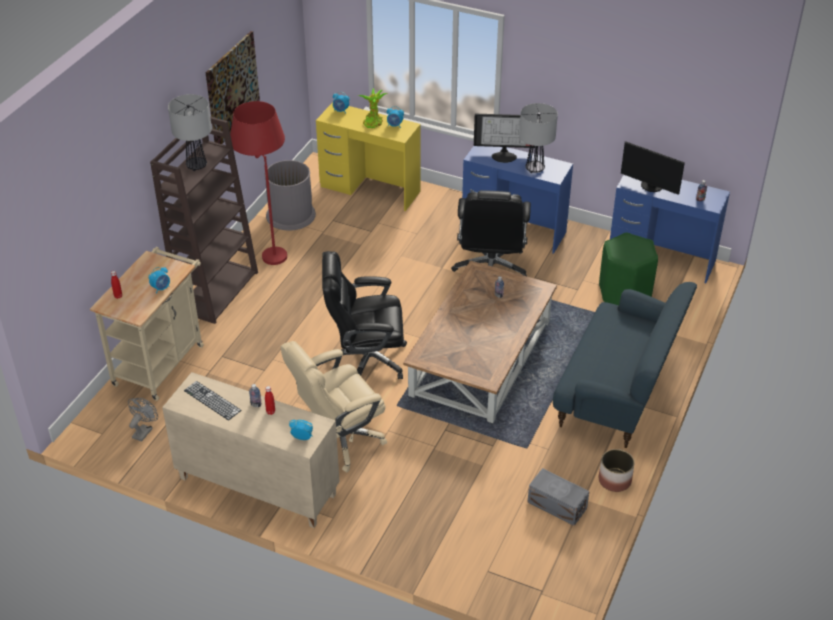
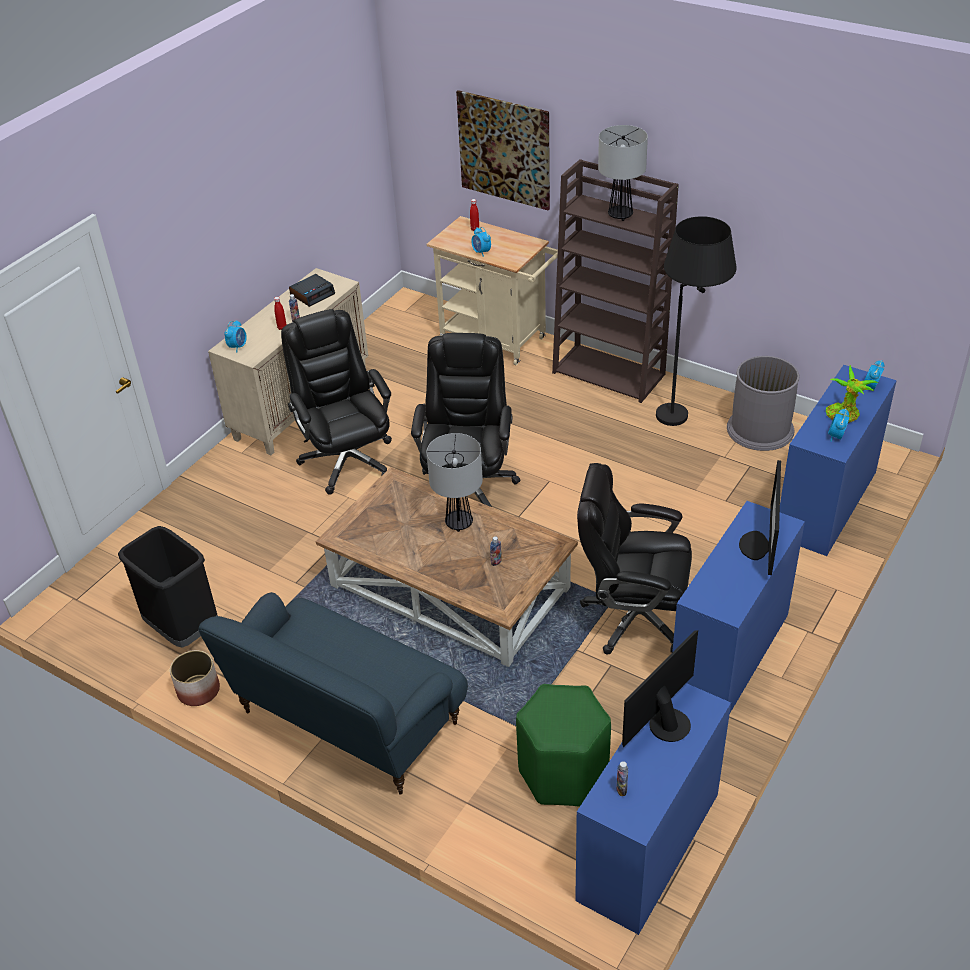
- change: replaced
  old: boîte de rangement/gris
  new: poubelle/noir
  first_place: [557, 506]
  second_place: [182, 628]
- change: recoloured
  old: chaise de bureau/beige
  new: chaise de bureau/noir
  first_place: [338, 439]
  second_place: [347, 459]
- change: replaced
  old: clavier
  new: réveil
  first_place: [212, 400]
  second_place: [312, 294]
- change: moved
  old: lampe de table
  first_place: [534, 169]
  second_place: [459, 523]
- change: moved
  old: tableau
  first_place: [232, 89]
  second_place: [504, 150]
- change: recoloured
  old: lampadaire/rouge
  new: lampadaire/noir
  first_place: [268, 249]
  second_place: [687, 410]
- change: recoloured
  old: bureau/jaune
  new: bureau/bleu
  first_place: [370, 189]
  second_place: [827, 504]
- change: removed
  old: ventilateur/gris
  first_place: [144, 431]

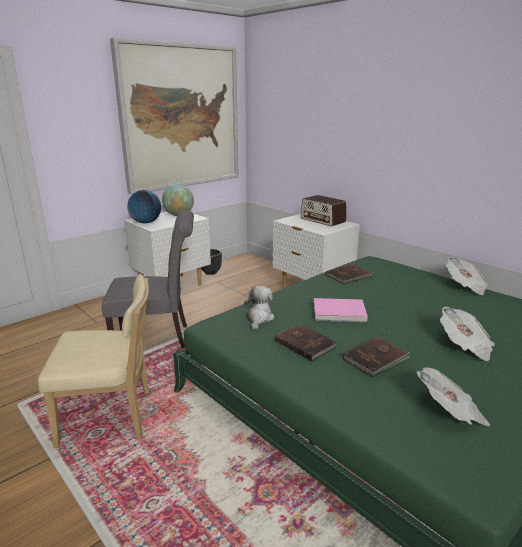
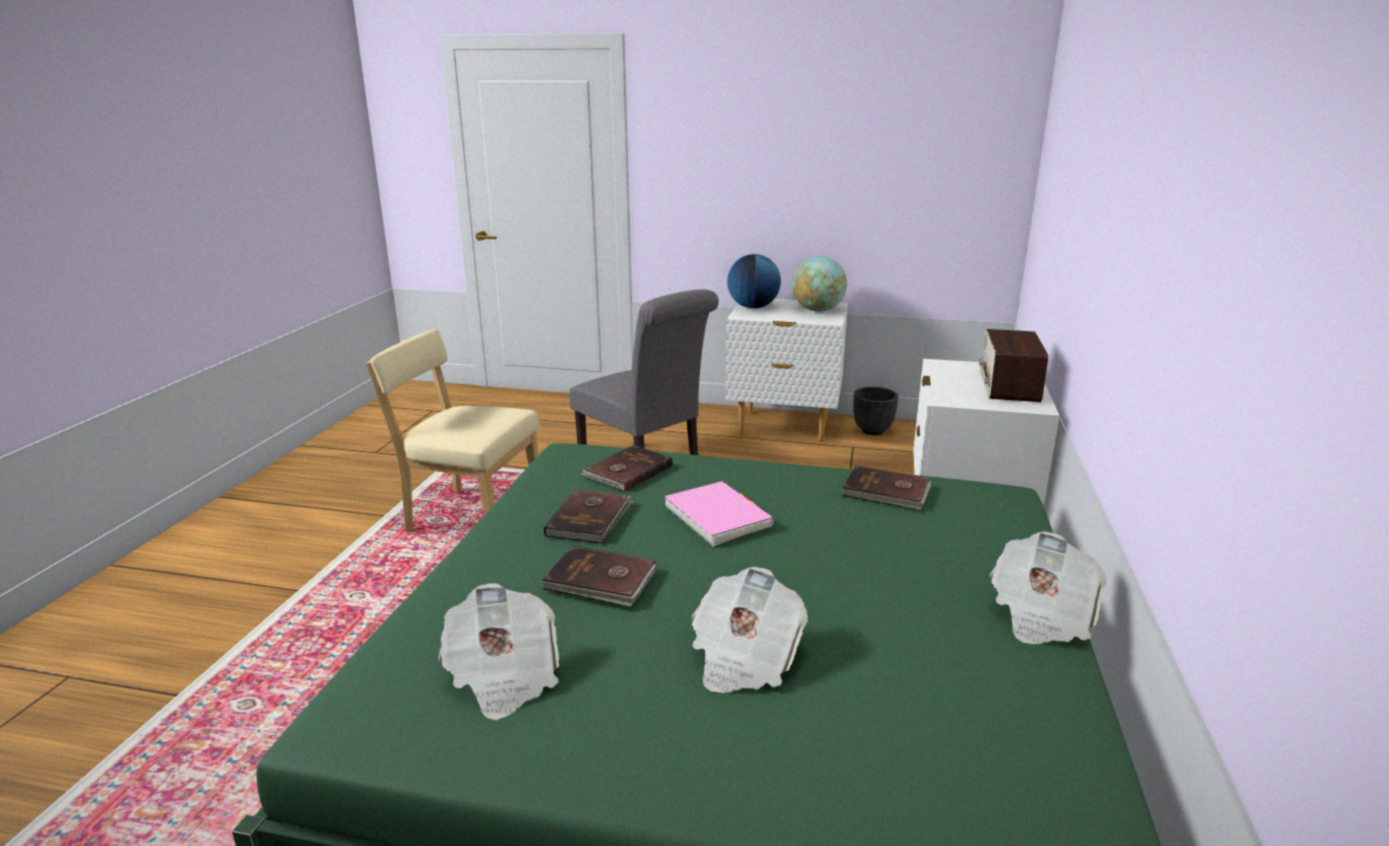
- change: turned
  old: chaise/beige
  first_place: [111, 417]
  second_place: [470, 516]
  degrees: 150
- change: replaced
  old: peluche
  new: livre/marron
  first_place: [259, 318]
  second_place: [627, 471]
- change: removed
  old: tableau
  first_place: [181, 117]

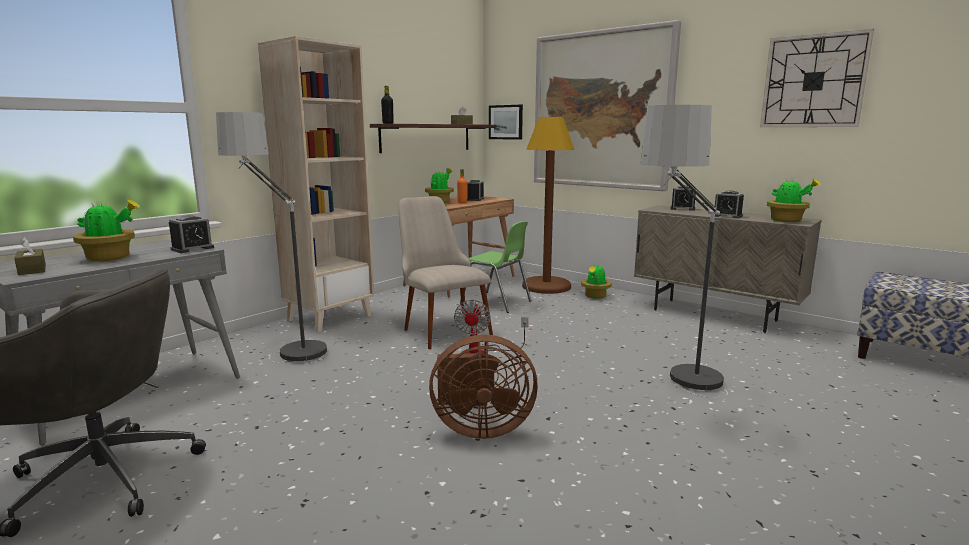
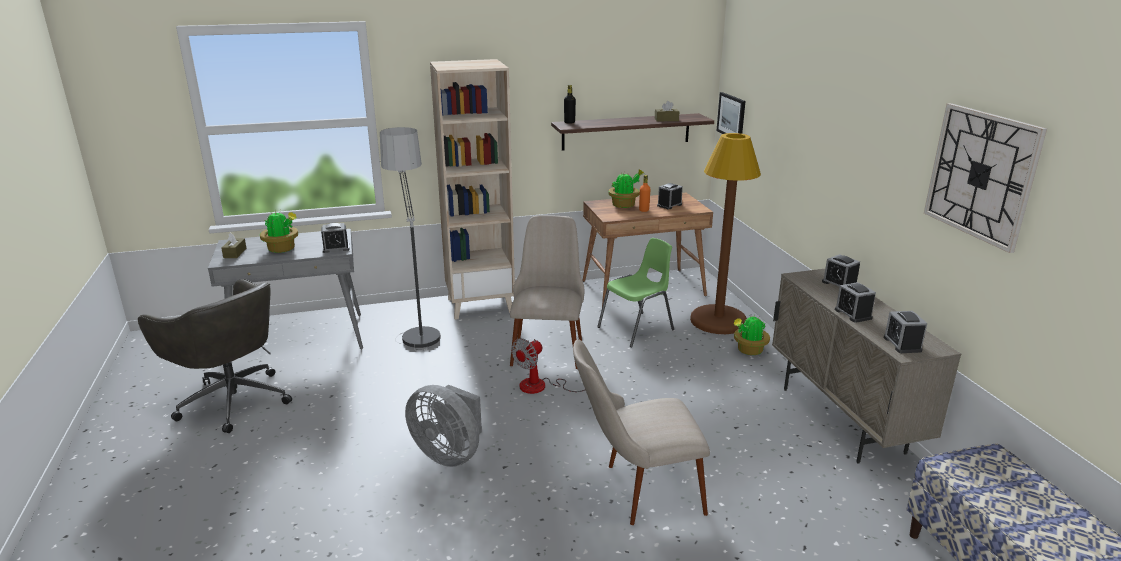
- change: recoloured
  old: ventilateur/marron
  new: ventilateur/gris
  first_place: [479, 428]
  second_place: [449, 454]
- change: replaced
  old: lampadaire
  new: chaise/beige
  first_place: [678, 395]
  second_place: [637, 491]
- change: turned
  old: chaise/vert
  first_place: [497, 302]
  second_place: [637, 329]
  degrees: -105
- change: replaced
  old: plante en pot
  new: réveil
  first_place: [787, 221]
  second_place: [902, 344]
- change: removed
  old: tableau
  first_place: [601, 110]

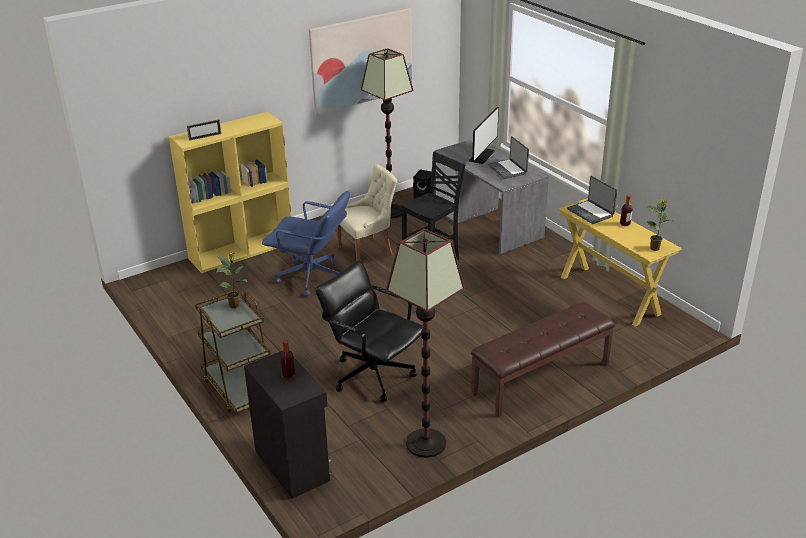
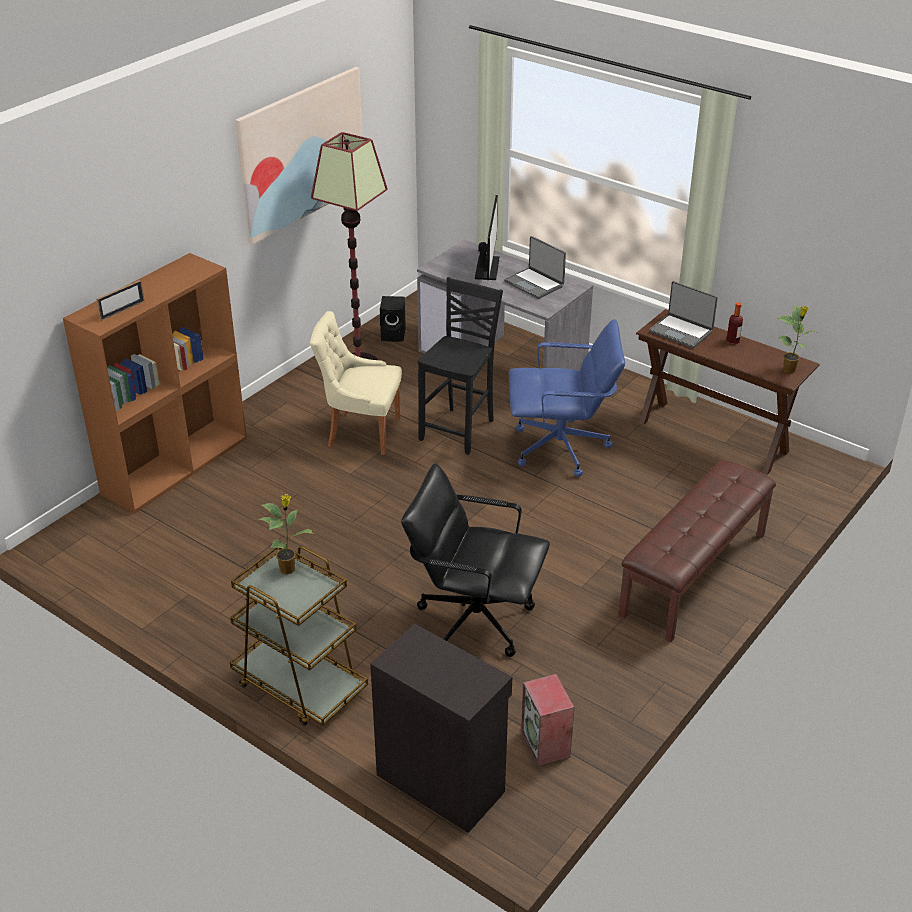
- change: recoloured
  old: bibliothèque/jaune
  new: bibliothèque/marron
  first_place: [242, 250]
  second_place: [175, 465]
- change: turned
  old: chaise/beige
  first_place: [367, 251]
  second_place: [361, 432]
  degrees: -120
- change: moved
  old: chaise de bureau/bleu
  first_place: [312, 278]
  second_place: [561, 448]
- change: added
  new: enceinte
  second_place: [546, 745]
- change: recoloured
  old: table console/jaune
  new: table console/marron
  first_place: [609, 295]
  second_place: [713, 437]
- change: removed
  old: bouteille
  first_place: [288, 374]
- change: removed
  old: lampadaire
  first_place: [426, 443]

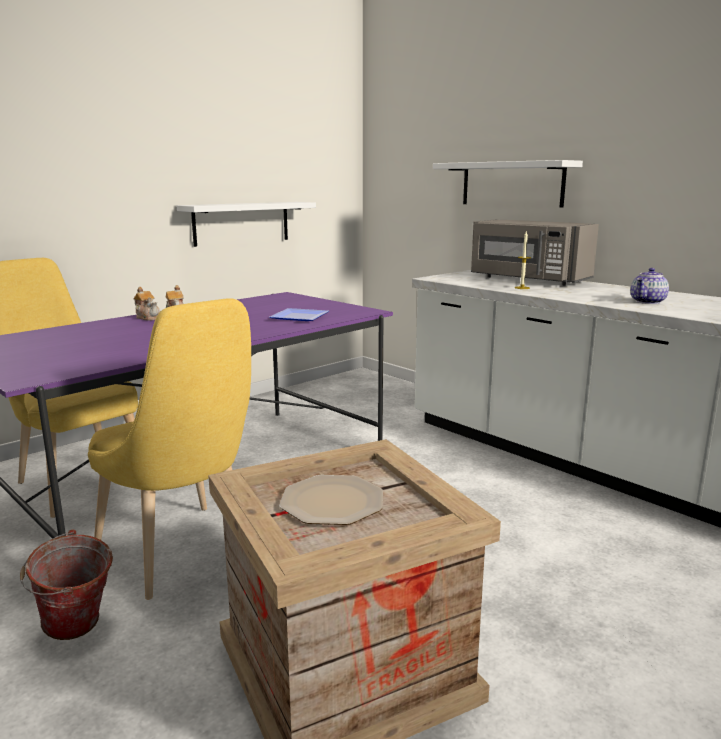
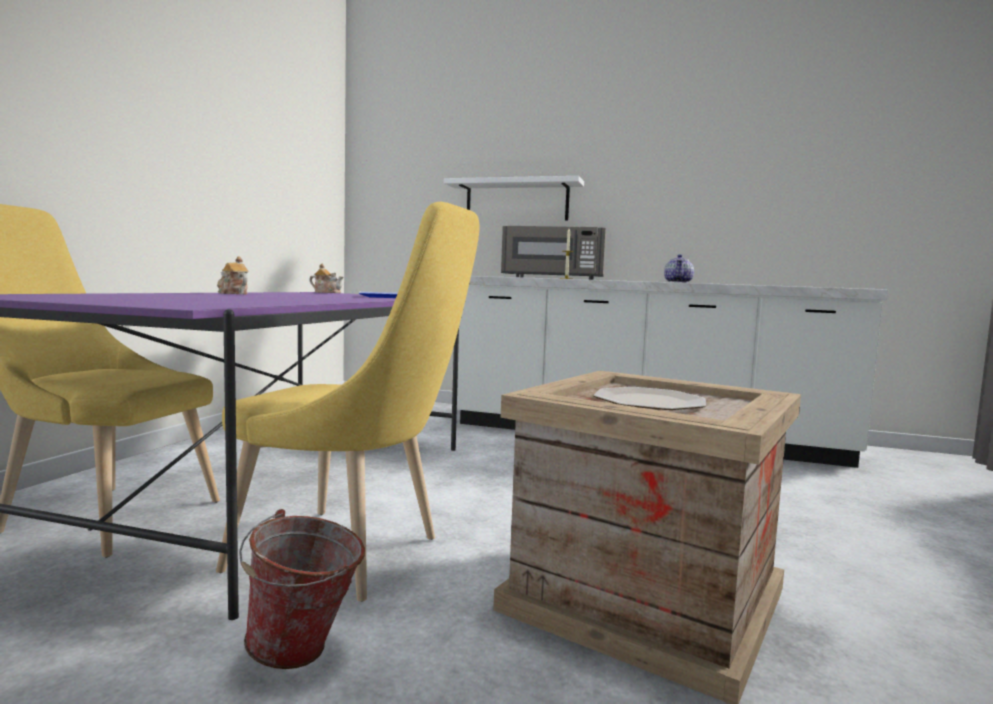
- change: moved
  old: théière
  first_place: [148, 317]
  second_place: [327, 292]
- change: removed
  old: étagère/blanc
  first_place: [241, 223]

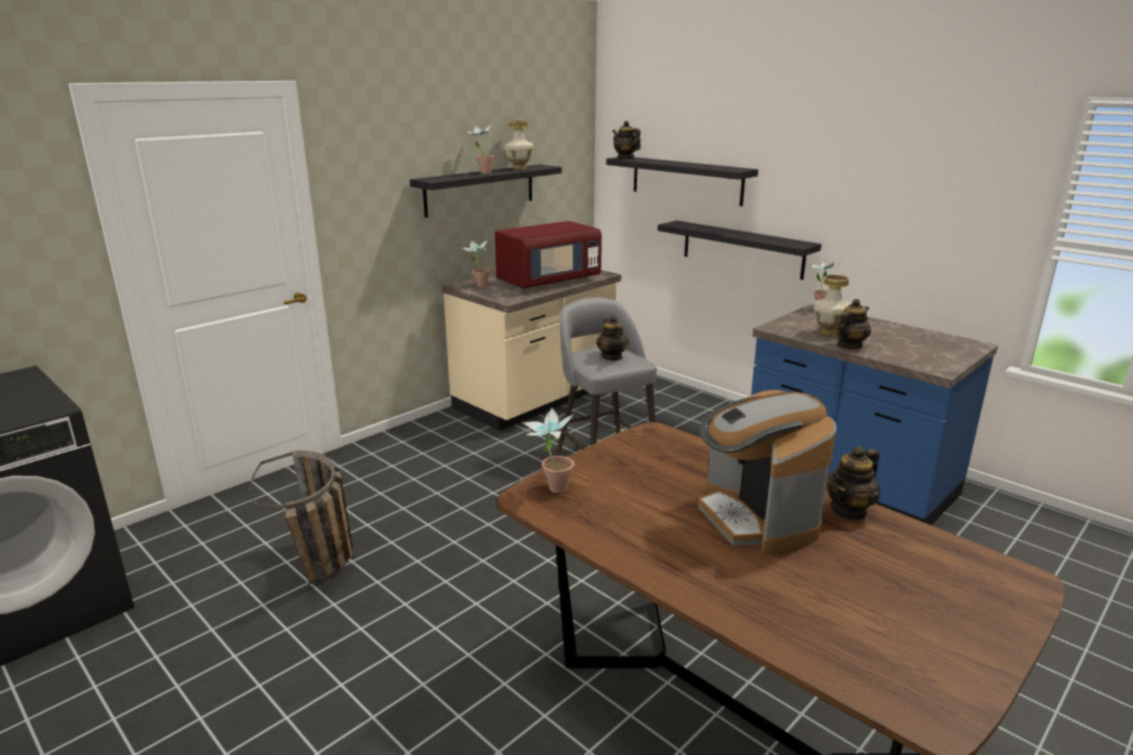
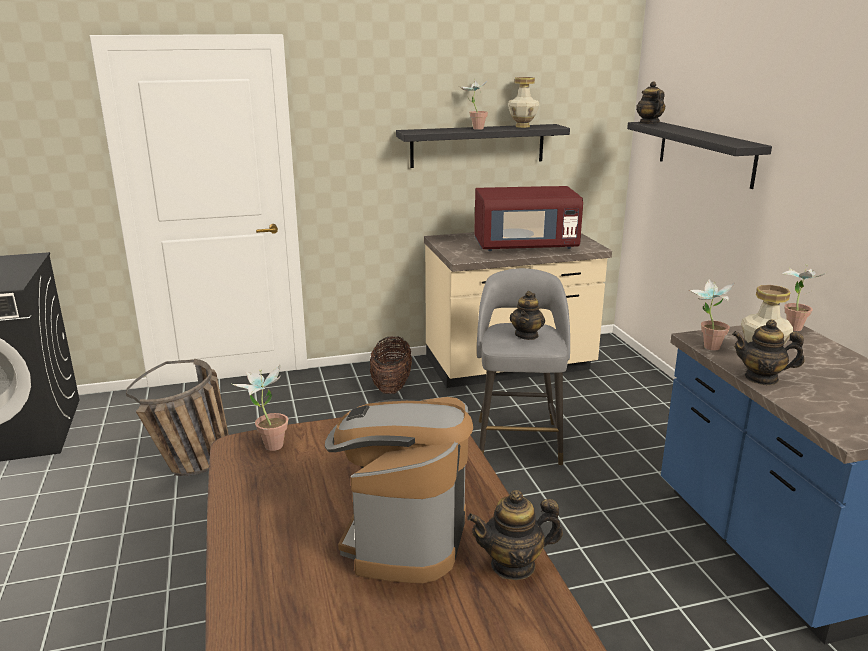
- change: added
  new: panier
  second_place: [391, 386]
- change: moved
  old: plante en pot
  first_place: [478, 286]
  second_place: [705, 347]
- change: turned
  old: théière
  first_place: [849, 346]
  second_place: [761, 378]
  degrees: -150
- change: removed
  old: étagère/noir
  first_place: [742, 249]

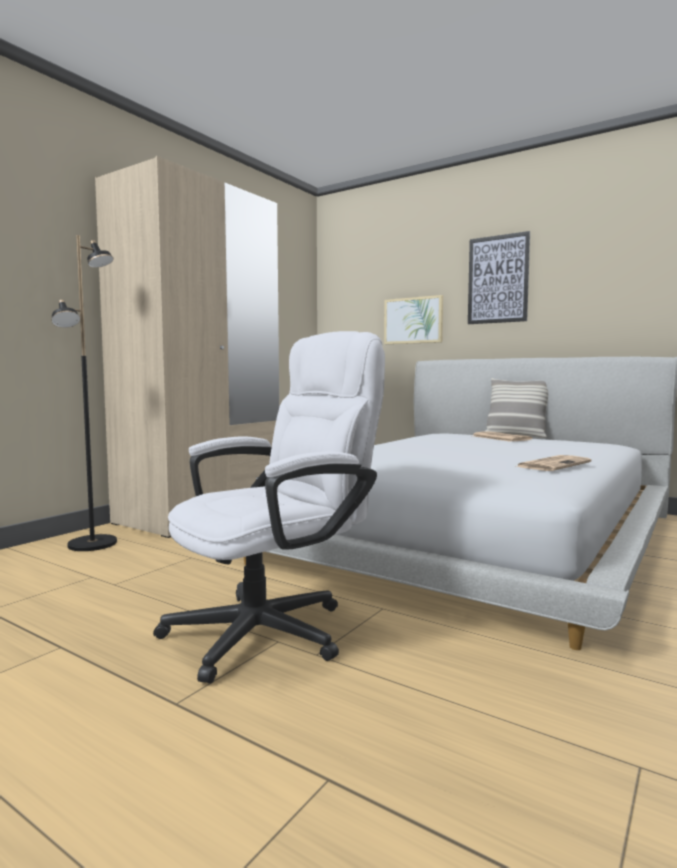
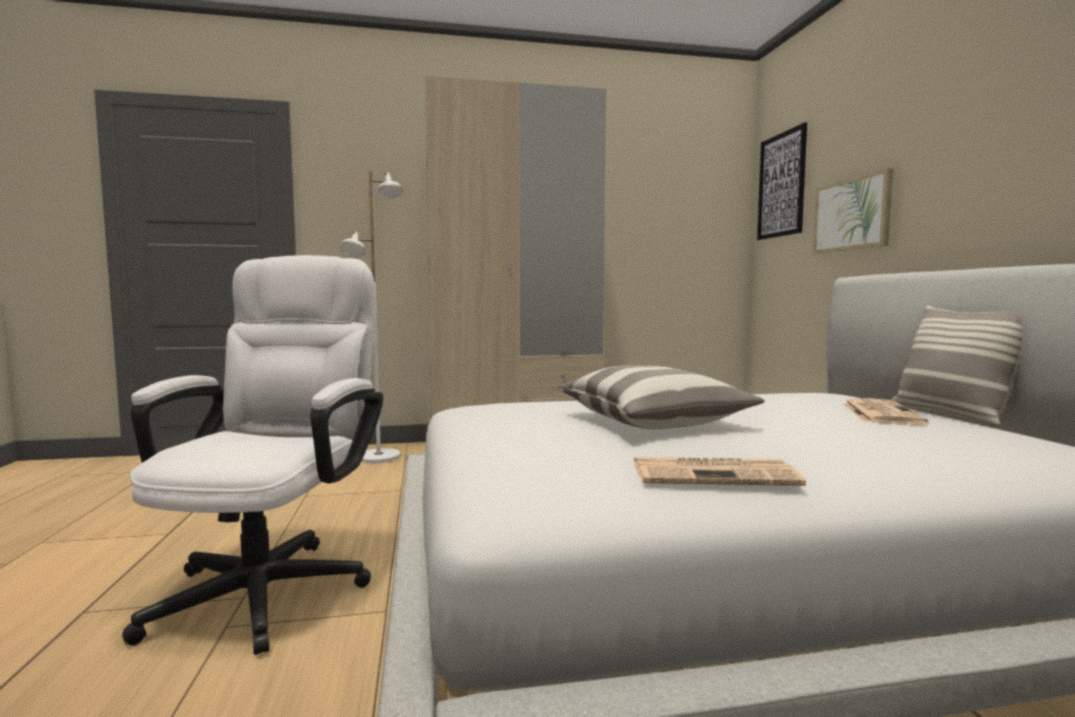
- change: turned
  old: chaise de bureau/blanc
  first_place: [274, 628]
  second_place: [273, 583]
  degrees: -90
- change: recoloured
  old: lampadaire/noir
  new: lampadaire/blanc
  first_place: [93, 544]
  second_place: [378, 457]
- change: added
  new: coussin
  second_place: [652, 421]
- change: moved
  old: tableau
  first_place: [498, 279]
  second_place: [781, 185]

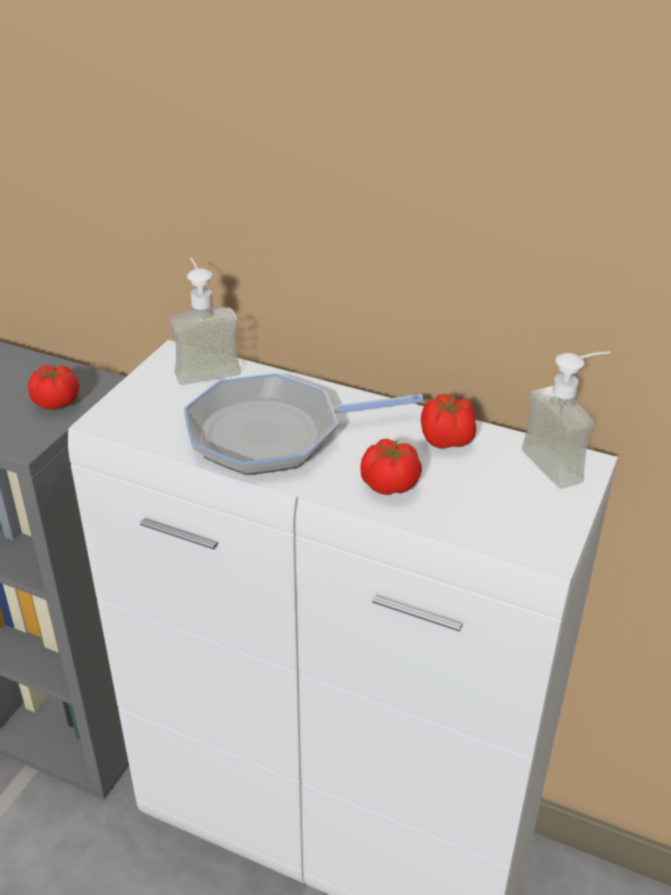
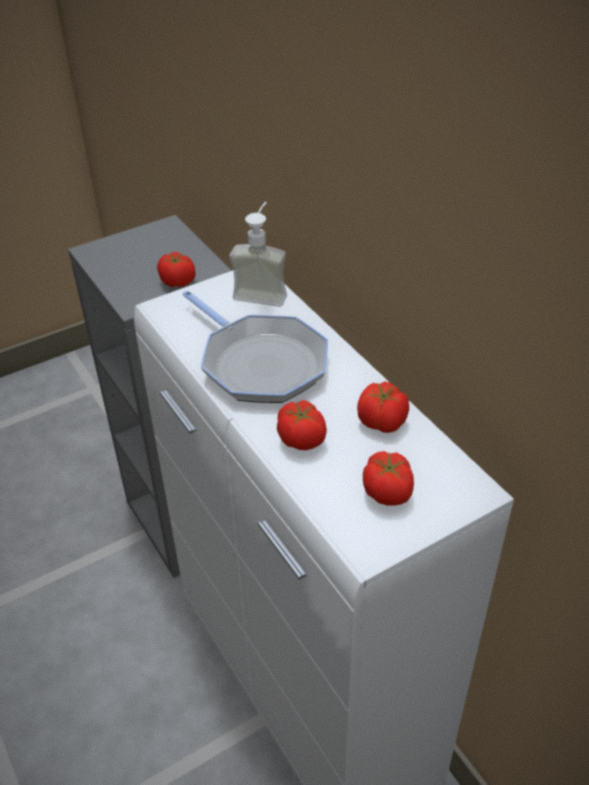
- change: turned
  old: poêle
  first_place: [273, 433]
  second_place: [260, 363]
  degrees: -150
- change: added
  new: tomate
  second_place: [387, 493]
- change: removed
  old: distributeur de savon
  first_place: [564, 462]

